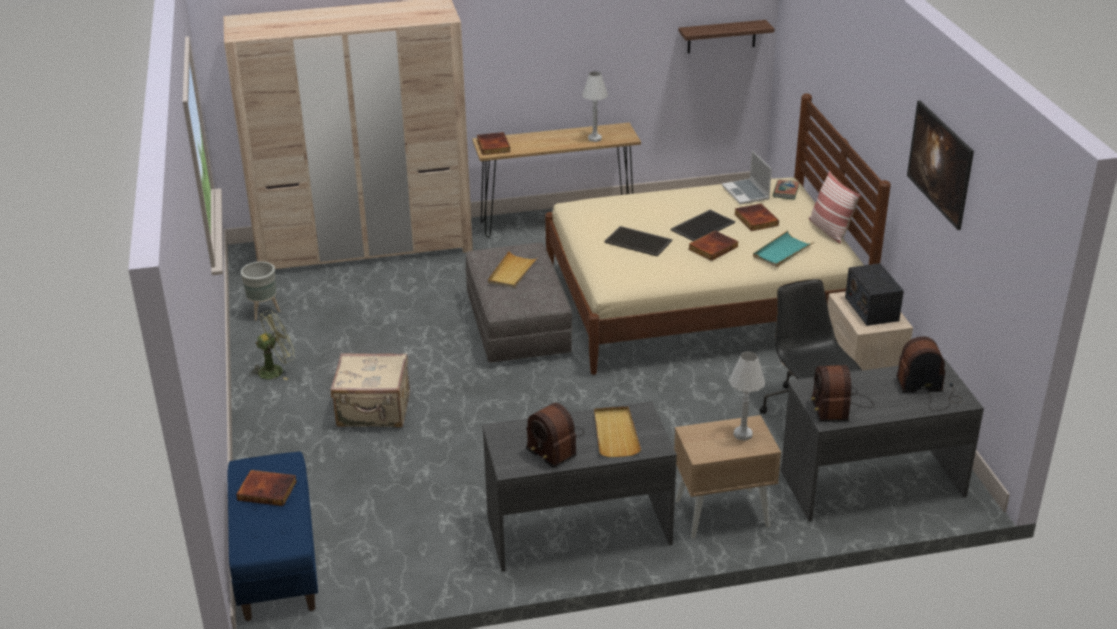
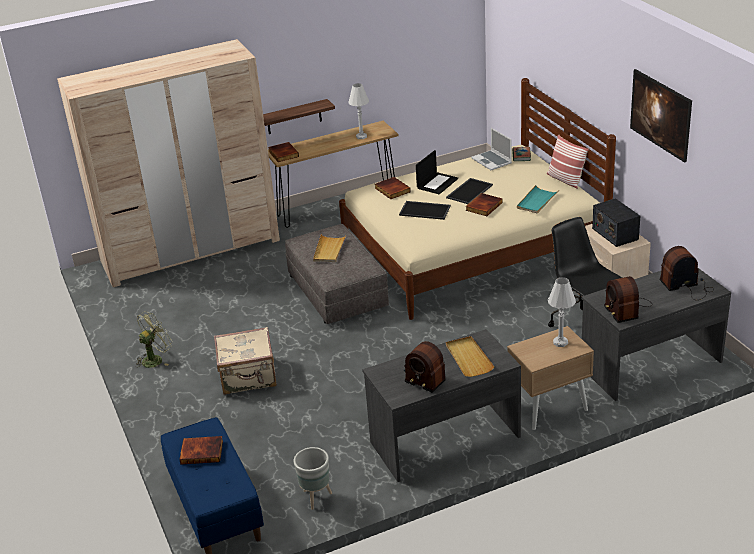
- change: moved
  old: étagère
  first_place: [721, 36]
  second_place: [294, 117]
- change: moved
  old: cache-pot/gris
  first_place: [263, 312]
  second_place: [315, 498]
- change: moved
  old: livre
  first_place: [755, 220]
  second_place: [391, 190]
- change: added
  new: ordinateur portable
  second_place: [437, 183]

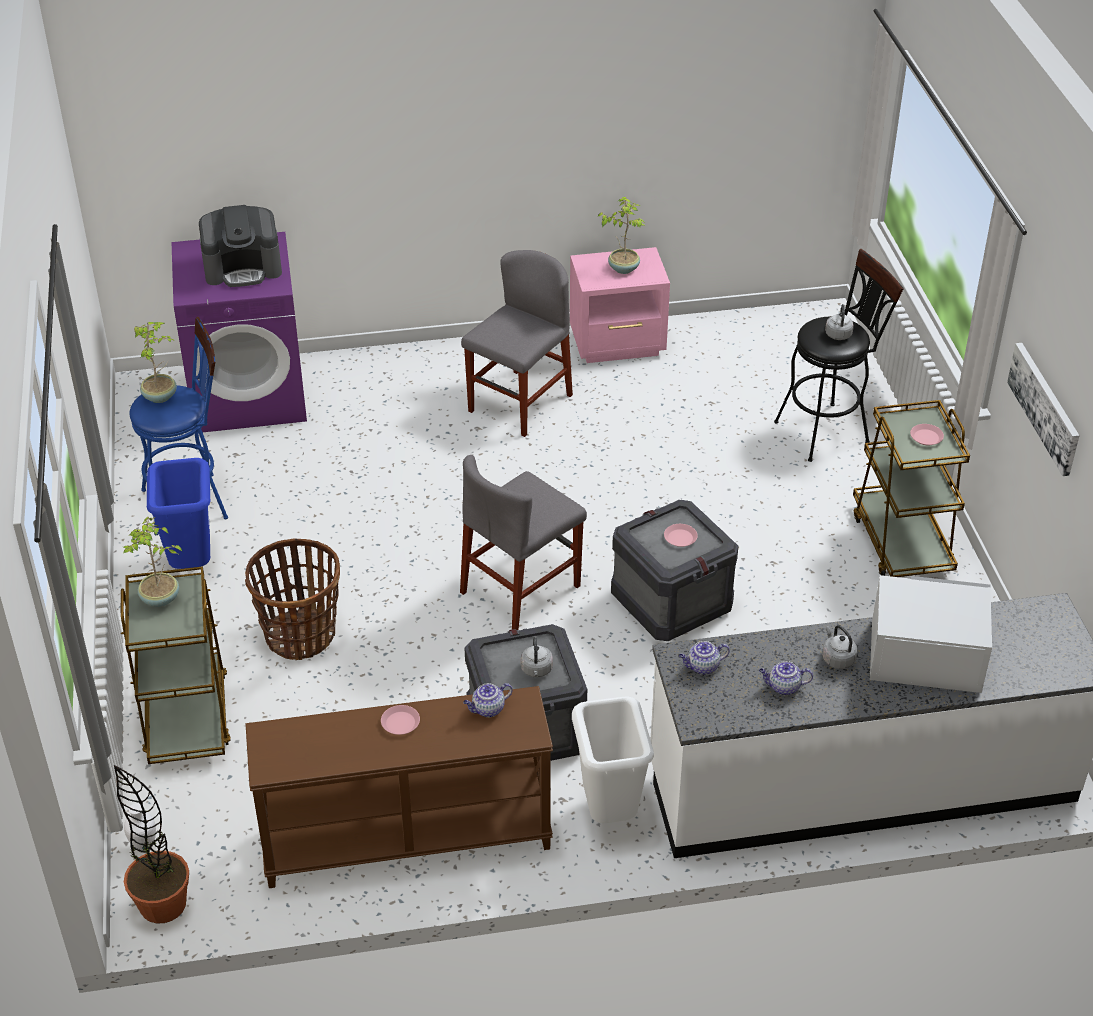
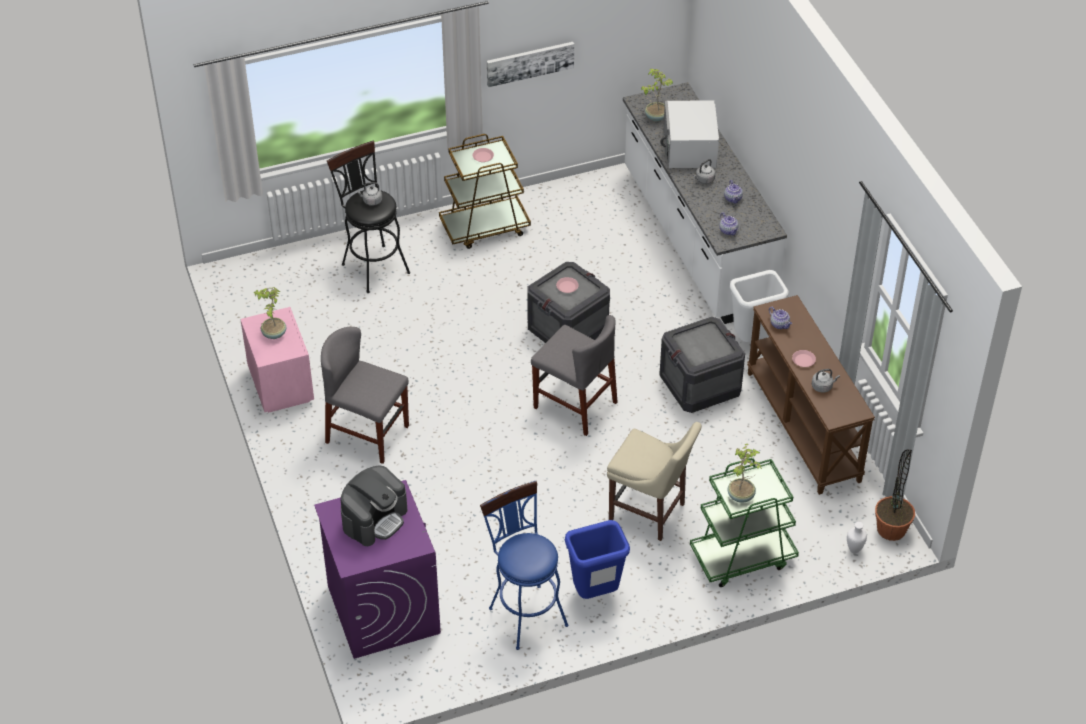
- change: turned
  old: machine à café
  first_place: [243, 268]
  second_place: [374, 519]
  degrees: 60
- change: replaced
  old: panier
  new: chaise/beige
  first_place: [300, 635]
  second_place: [650, 513]
- change: moved
  old: plante en pot
  first_place: [160, 396]
  second_place: [655, 117]
- change: recoloured
  old: chariot/marron
  new: chariot/vert
  first_place: [187, 717]
  second_place: [742, 557]
- change: moved
  old: bouilloire/gris
  first_place: [536, 670]
  second_place: [823, 386]

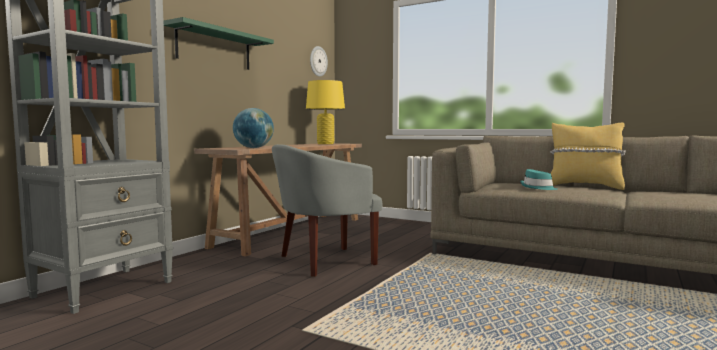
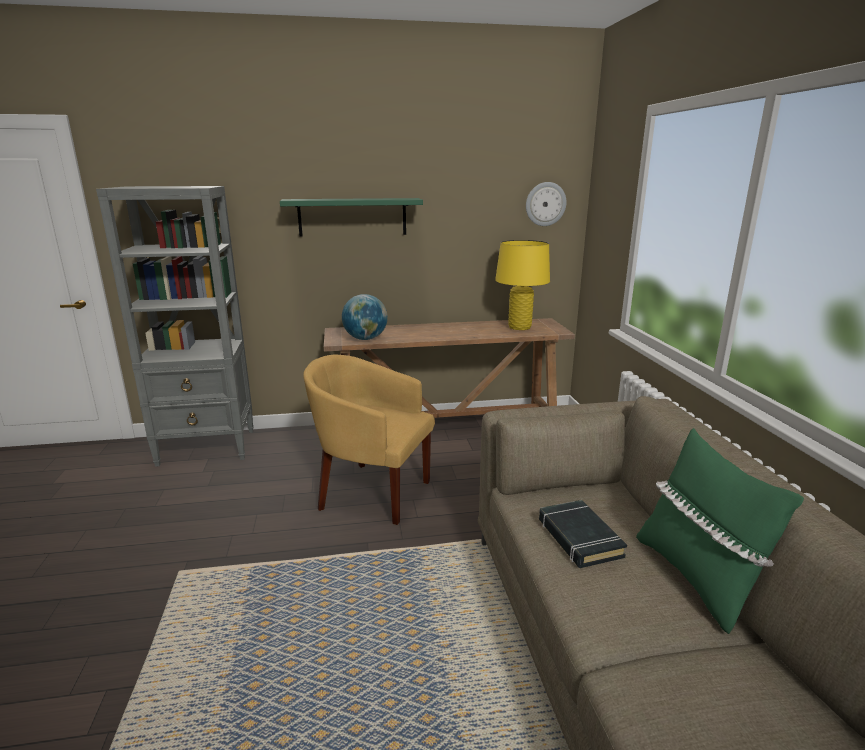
- change: recoloured
  old: fauteuil/gris
  new: fauteuil/jaune
  first_place: [324, 261]
  second_place: [371, 492]
- change: replaced
  old: chapeau/turquoise
  new: livre/noir
  first_place: [538, 188]
  second_place: [579, 538]
- change: recoloured
  old: coussin/jaune
  new: coussin/vert
  first_place: [584, 186]
  second_place: [696, 577]

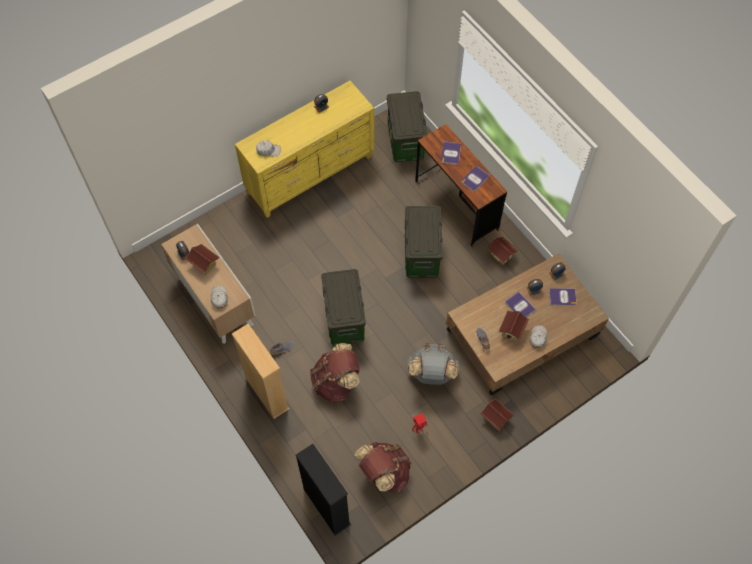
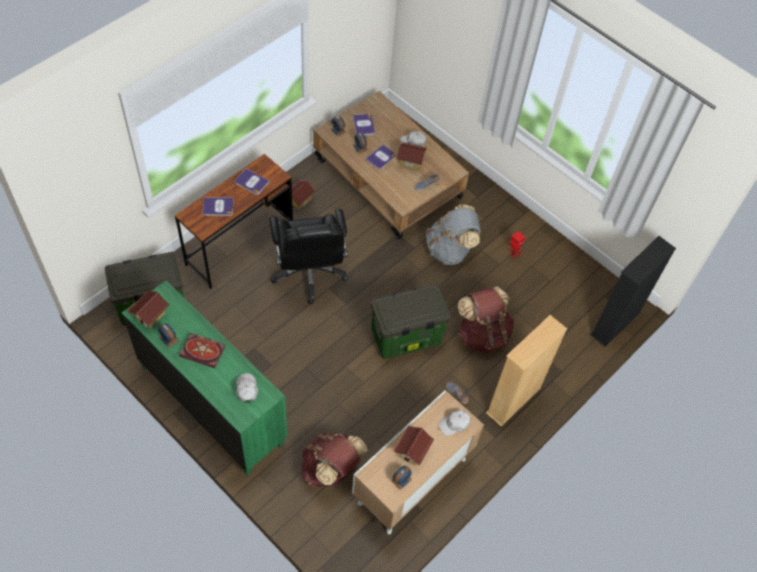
- change: recoloured
  old: commode/jaune
  new: commode/vert
  first_place: [311, 175]
  second_place: [212, 403]
- change: moved
  old: maison miniature
  first_place: [495, 419]
  second_place: [151, 316]
- change: added
  new: livre
  second_place: [204, 351]
- change: replaced
  old: boîte de rangement
  new: chaise de bureau/noir
  first_place: [421, 254]
  second_place: [309, 273]
- change: moved
  old: sac à dos/marron
  first_place: [384, 473]
  second_place: [331, 469]

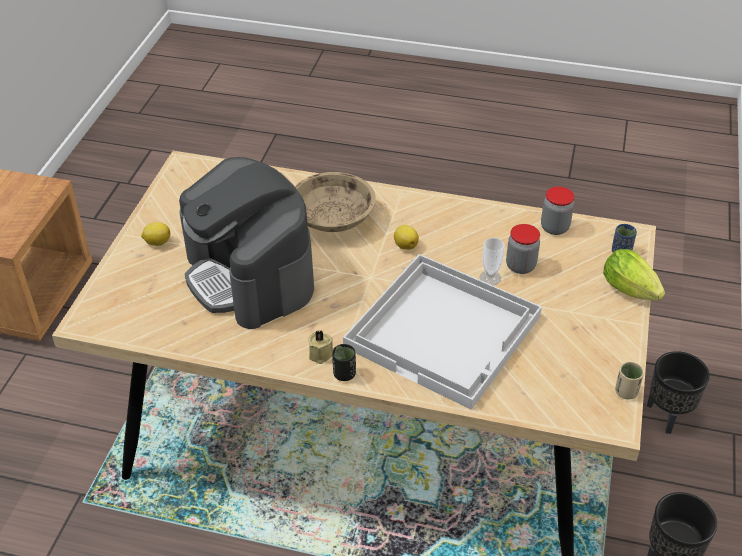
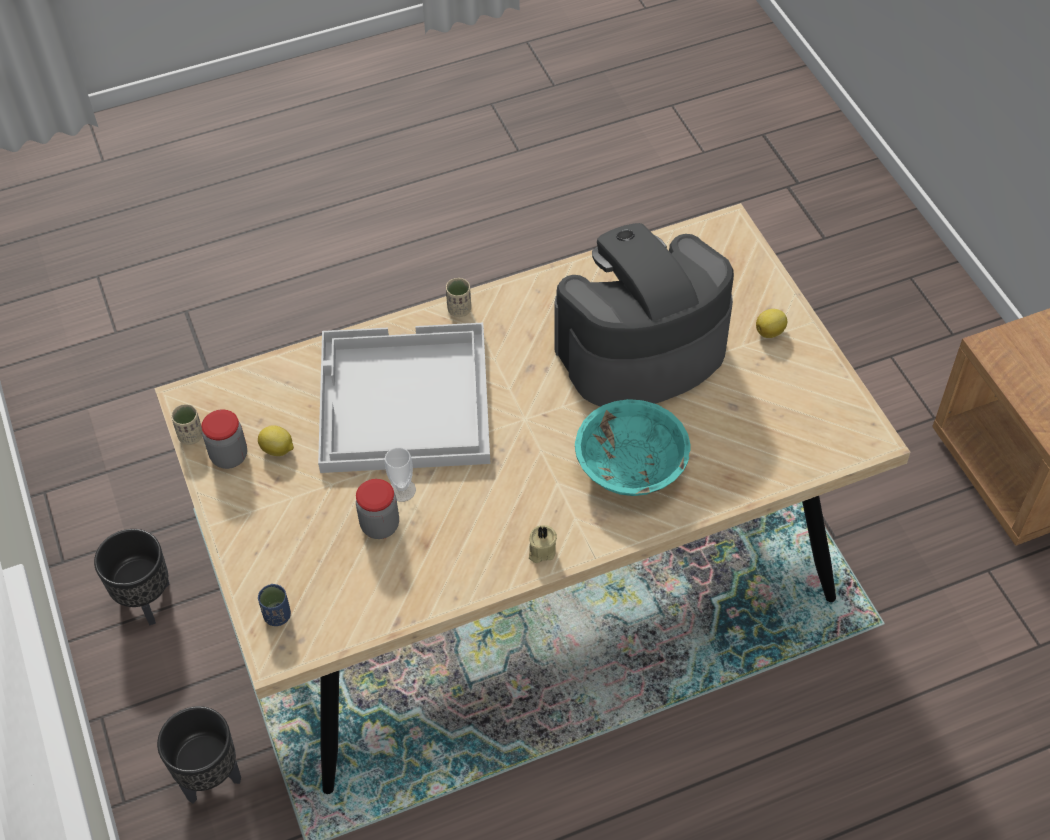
- change: moved
  old: bocal
  first_place: [554, 227]
  second_place: [229, 456]
- change: moved
  old: citron
  first_place: [405, 245]
  second_place: [278, 450]
- change: recoloured
  old: tasse/noir
  new: tasse/beige
  first_place: [344, 374]
  second_place: [459, 309]
- change: moved
  old: bougie/beige
  first_place: [321, 354]
  second_place: [541, 551]
- change: turned
  old: machine à café
  first_place: [250, 276]
  second_place: [640, 350]
  degrees: -45
- change: recoloured
  old: bol/beige
  new: bol/turquoise
  first_place: [333, 219]
  second_place: [631, 466]
- change: removed
  old: laitue
  first_place: [632, 292]

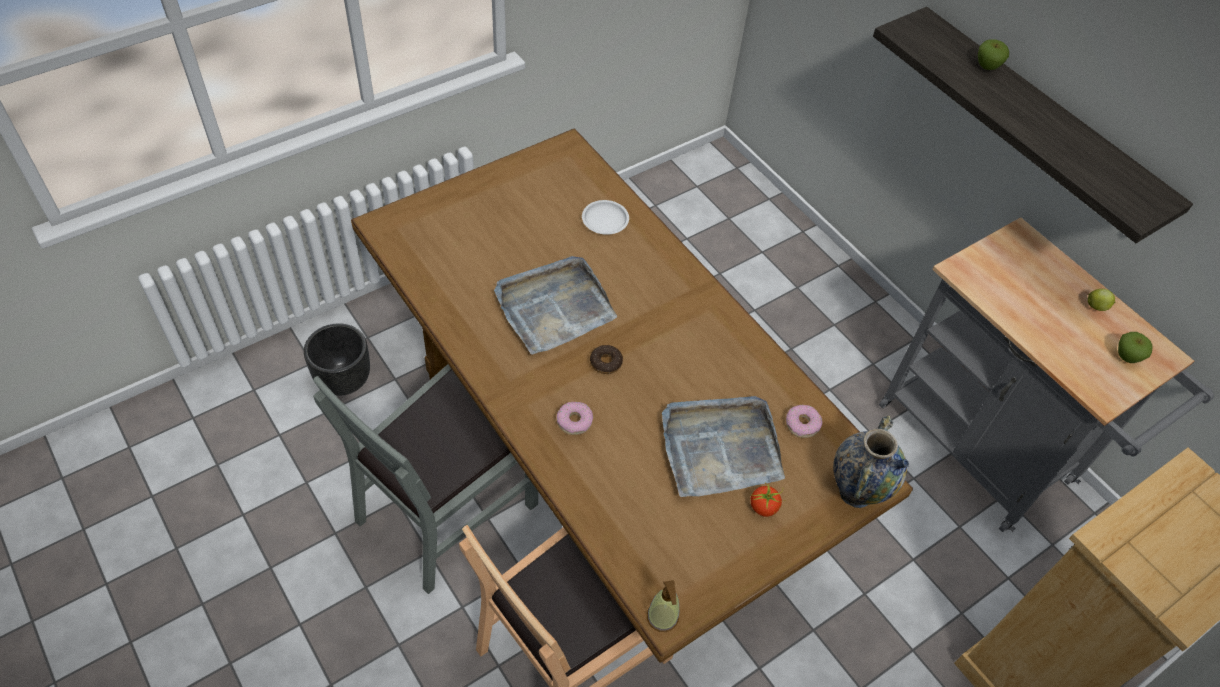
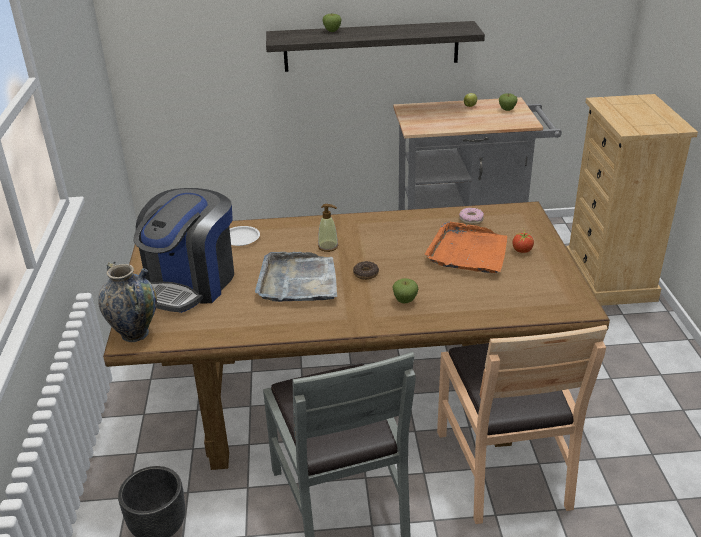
- change: moved
  old: vase
  first_place: [856, 492]
  second_place: [135, 333]
- change: added
  new: machine à café
  second_place: [191, 283]
- change: moved
  old: distributeur de savon
  first_place: [662, 617]
  second_place: [328, 246]
- change: replaced
  old: beignet
  new: pomme
  first_place: [574, 421]
  second_place: [405, 301]
- change: recoloured
  old: plateau/gris
  new: plateau/orange
  first_place: [719, 448]
  second_place: [468, 252]

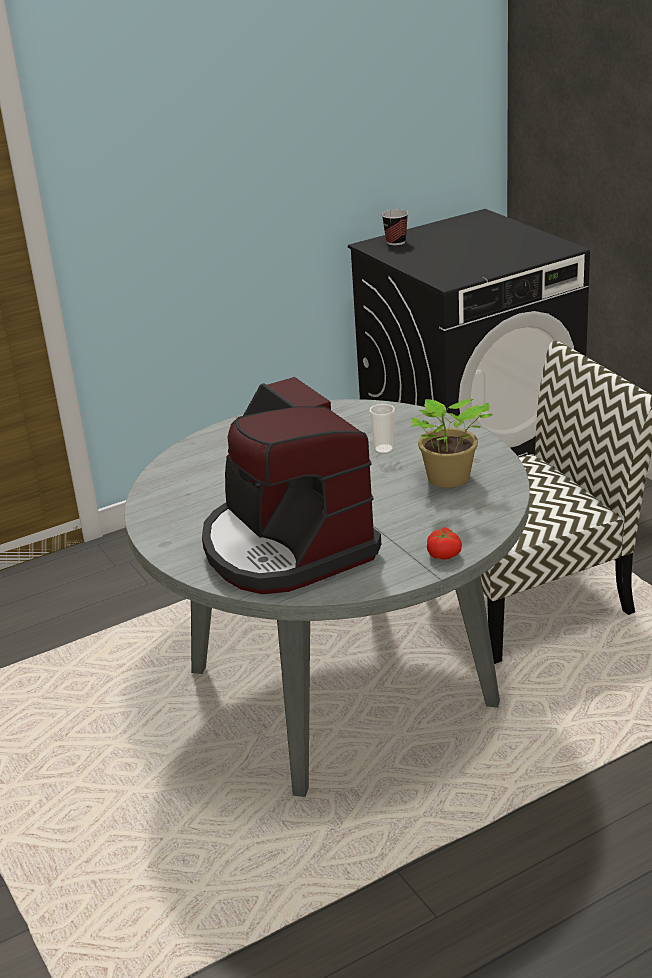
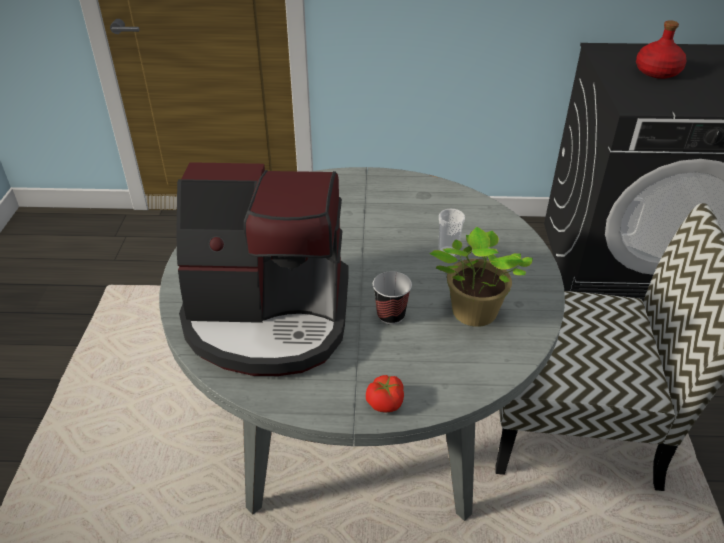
- change: turned
  old: machine à café
  first_place: [286, 546]
  second_place: [269, 318]
  degrees: -90
- change: moved
  old: tasse
  first_place: [396, 242]
  second_place: [391, 315]
- change: added
  new: bouteille/rouge
  second_place: [657, 72]

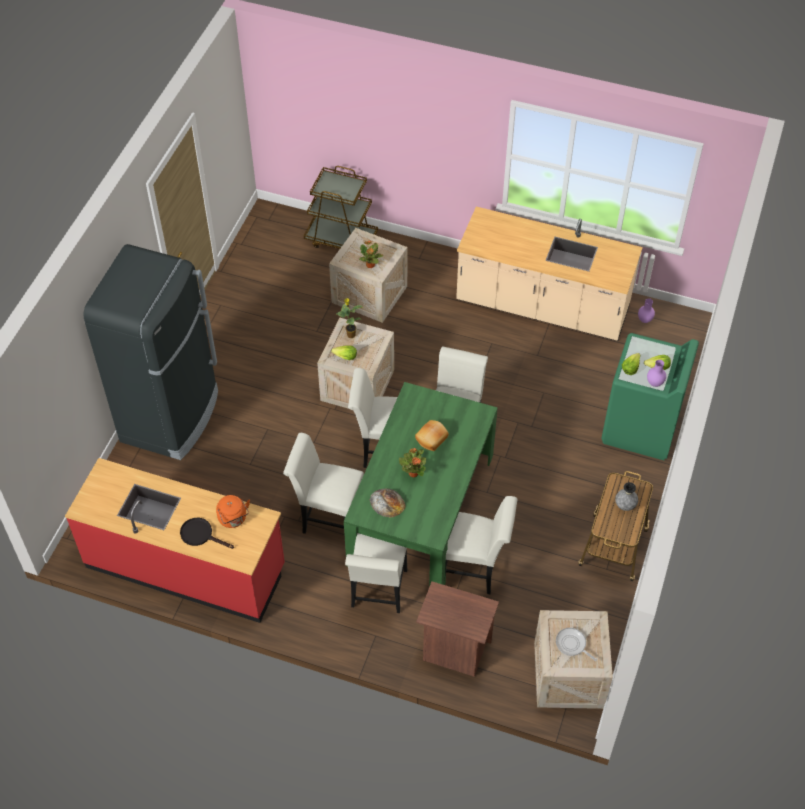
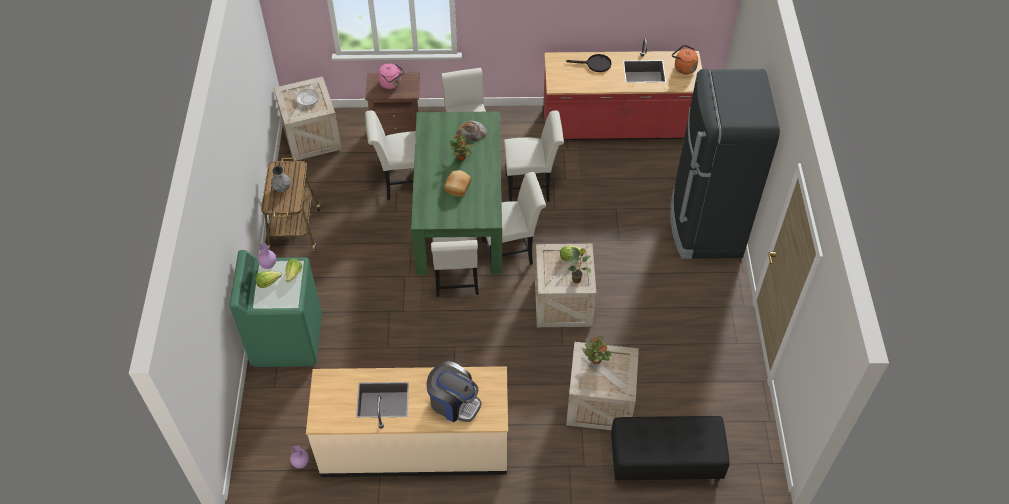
- change: added
  new: bouilloire/rose
  second_place: [391, 84]
- change: added
  new: machine à café
  second_place: [454, 402]
- change: replaced
  old: chariot/marron
  new: banc/noir
  first_place: [341, 239]
  second_place: [664, 463]
- change: moved
  old: bouilloire/orange
  first_place: [233, 519]
  second_place: [683, 68]

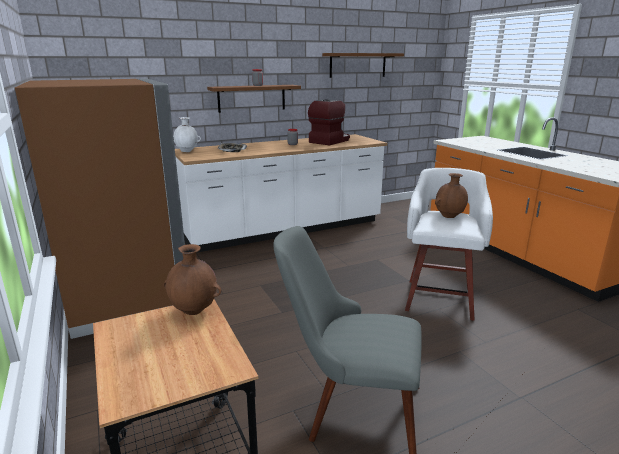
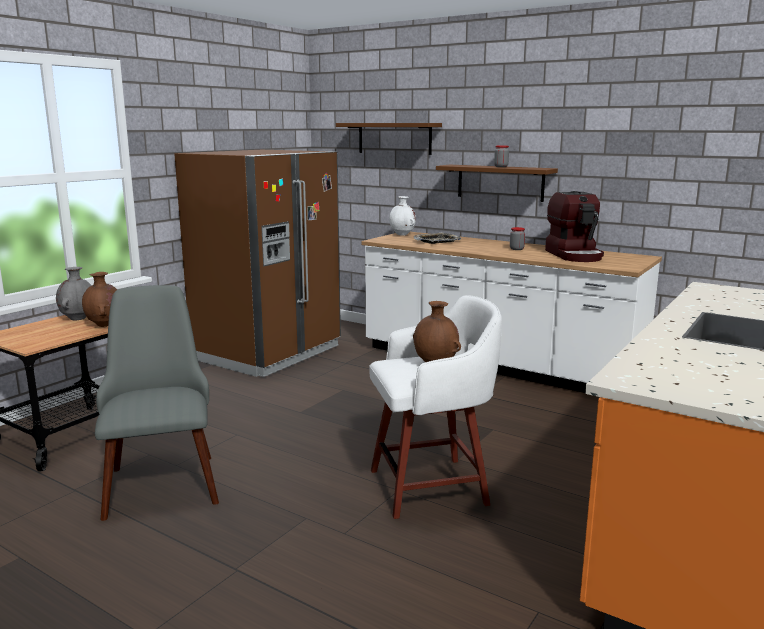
- change: added
  new: vase/gris
  second_place: [78, 318]
- change: moved
  old: étagère/marron
  first_place: [358, 65]
  second_place: [394, 138]
- change: turned
  old: machine à café
  first_place: [329, 141]
  second_place: [575, 255]
  degrees: 75

